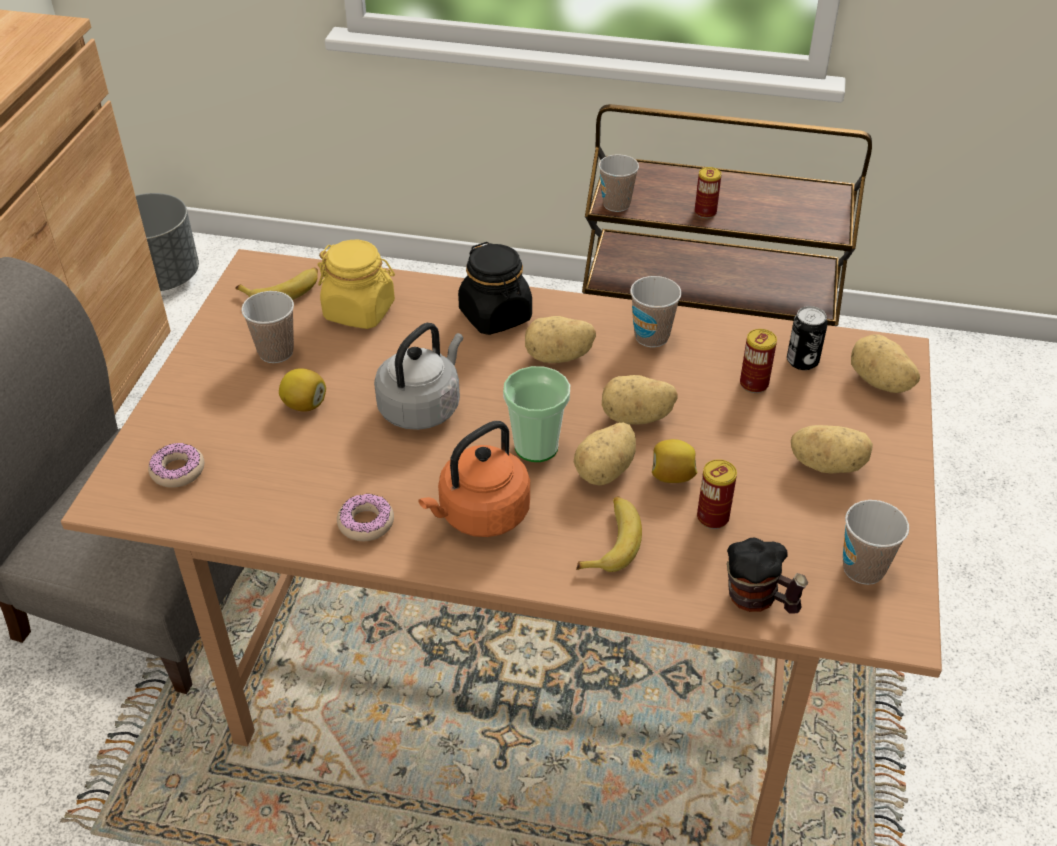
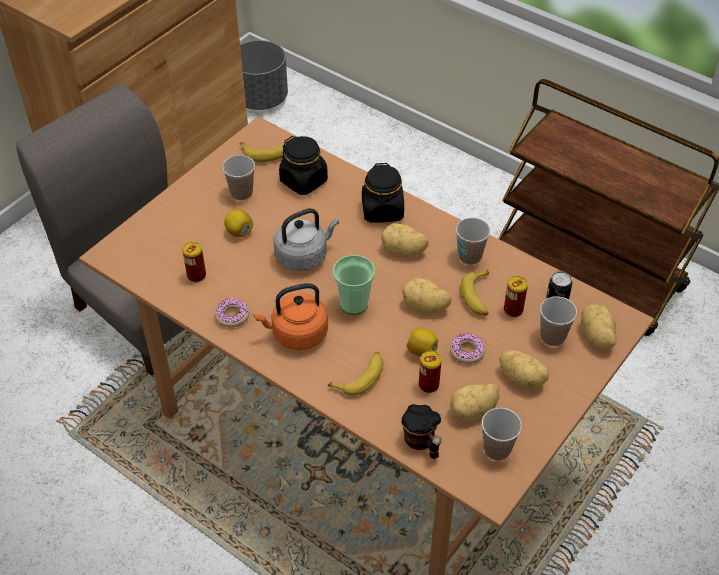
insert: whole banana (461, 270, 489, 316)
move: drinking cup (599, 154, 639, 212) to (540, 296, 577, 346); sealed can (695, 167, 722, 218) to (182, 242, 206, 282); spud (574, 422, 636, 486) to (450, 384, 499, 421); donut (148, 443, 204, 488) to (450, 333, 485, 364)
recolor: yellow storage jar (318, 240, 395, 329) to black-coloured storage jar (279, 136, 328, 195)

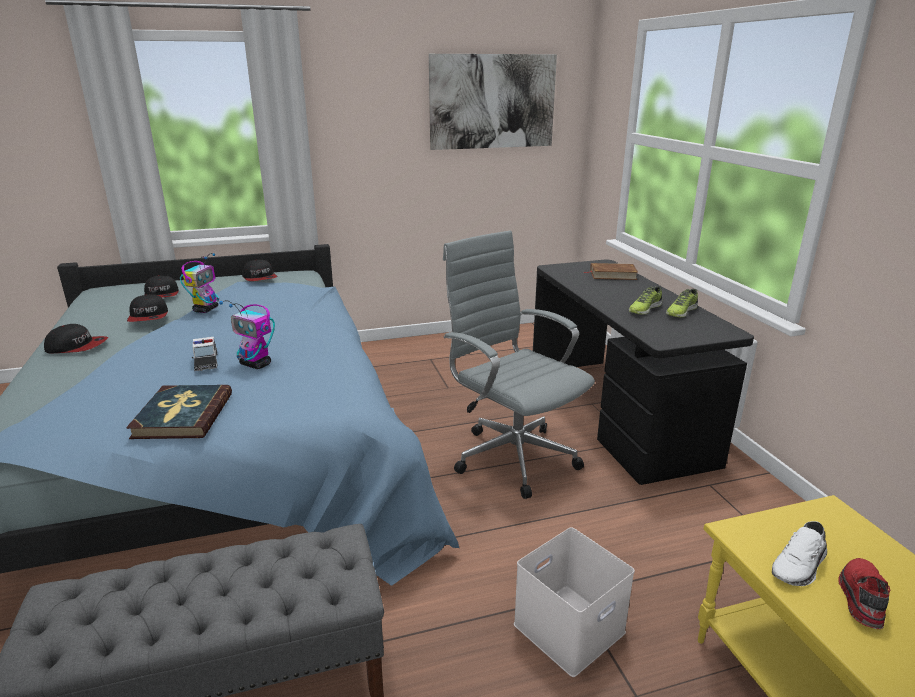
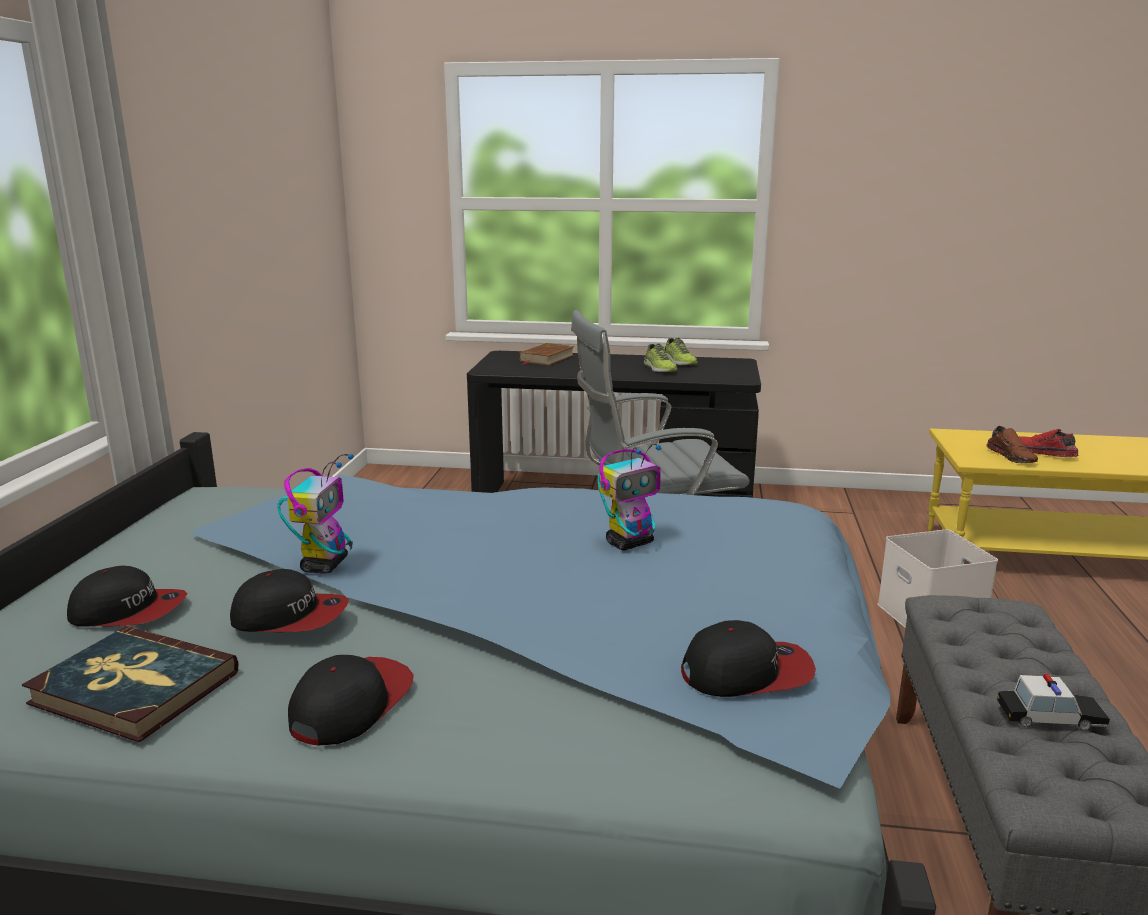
delete: picture (429, 54, 557, 150)
move: peaked cap (242, 259, 278, 281) to (681, 620, 816, 697); miniature car (192, 337, 217, 371) to (997, 674, 1110, 730); book (126, 385, 232, 439) to (22, 626, 238, 743)
recolor: white-coloured item of footwear (772, 521, 827, 586) to brown item of footwear (987, 426, 1038, 463)
rotate: model robot (180, 253, 219, 313) = (277, 454, 354, 574) 60 degrees clockwise

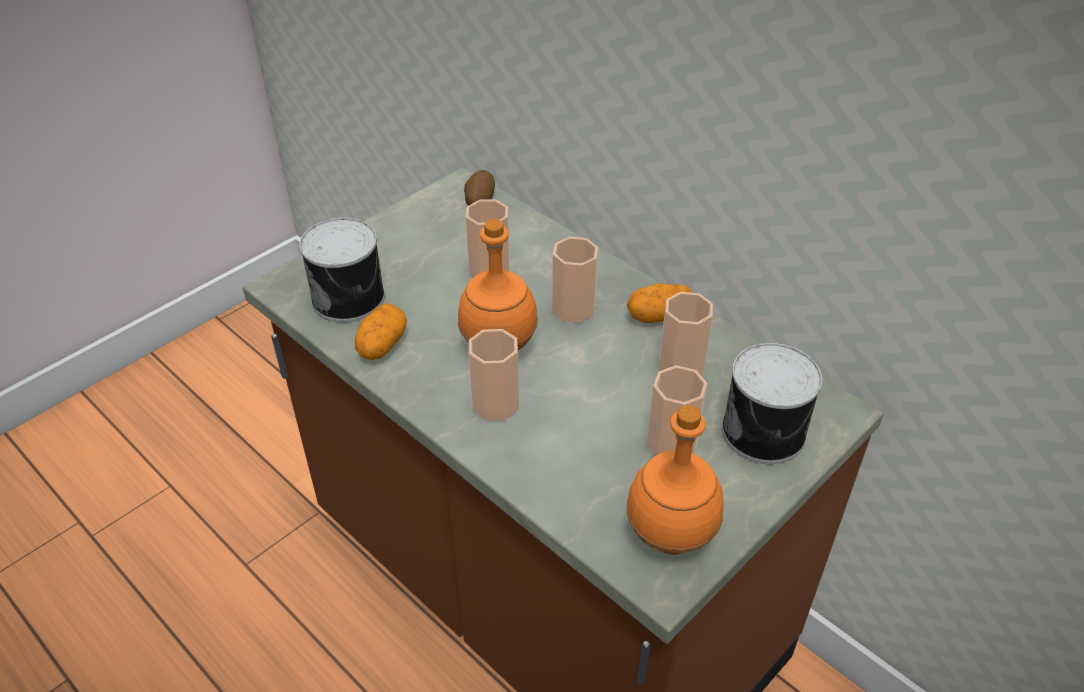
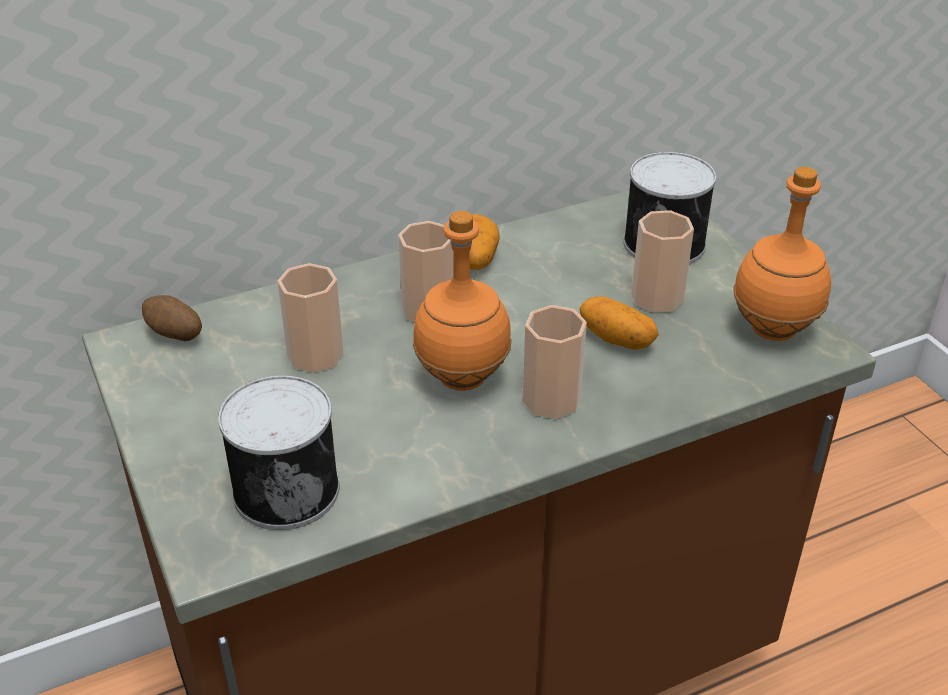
delete: drinking cup (659, 292, 713, 375)
move: spud (355, 303, 407, 360) to (580, 296, 659, 350)

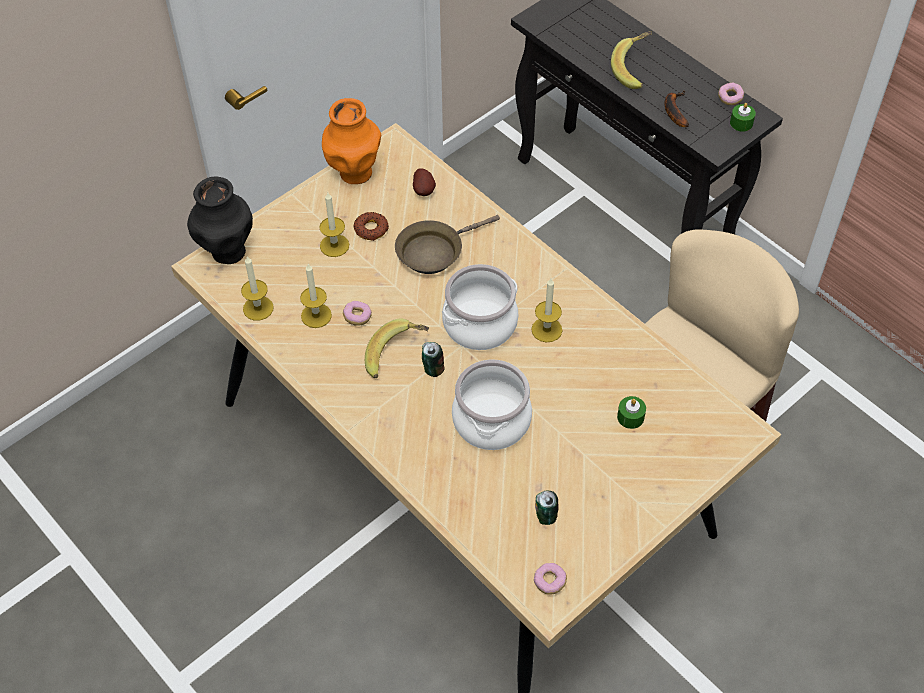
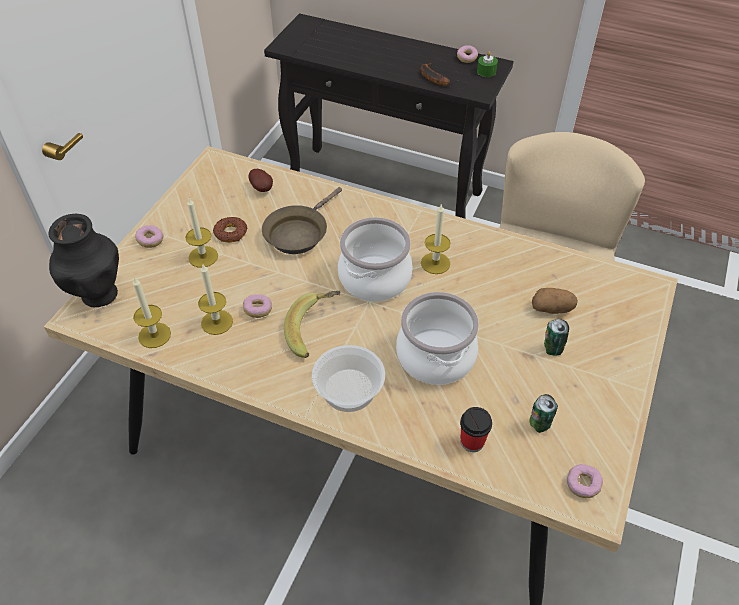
delete: whole banana (611, 31, 652, 89); orange-coloured vase (322, 98, 381, 184)
insert: donut (135, 225, 163, 248); bowl (312, 345, 385, 412); drinking cup (460, 407, 492, 452)
move: sealed can (422, 342, 445, 377) to (544, 319, 569, 356)
replace: green candle (617, 396, 646, 429) to spud (532, 288, 578, 314)

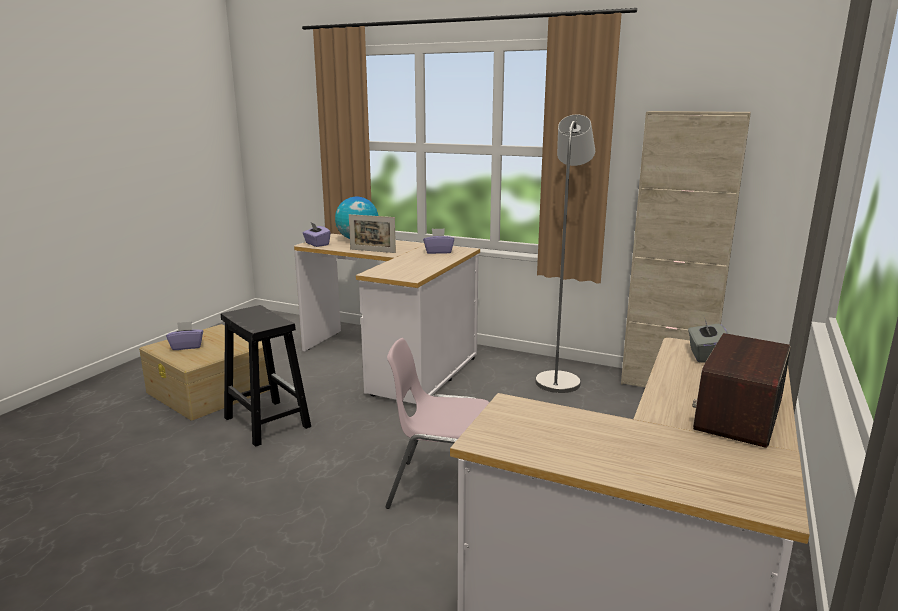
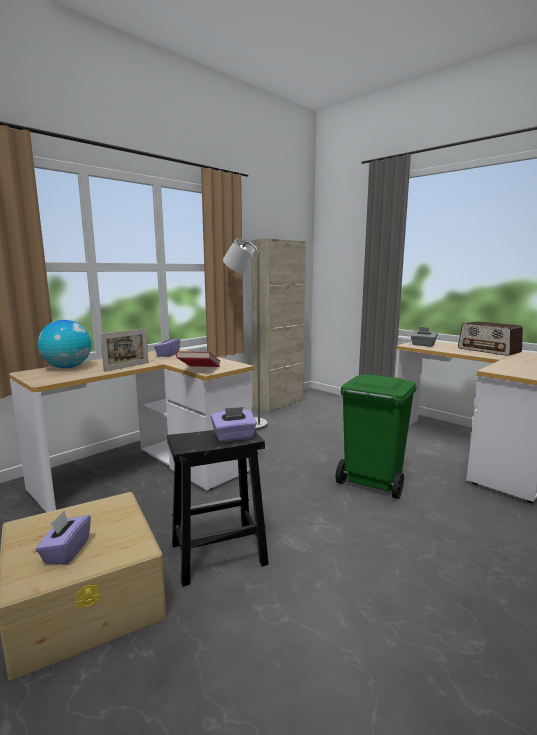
insert: red-coloured book (176, 351, 220, 367)
move: purplish box of tissues (302, 223, 331, 247) to (211, 407, 257, 442)
replace: pink upright chair (385, 338, 490, 509) to green waste bin (336, 374, 417, 499)

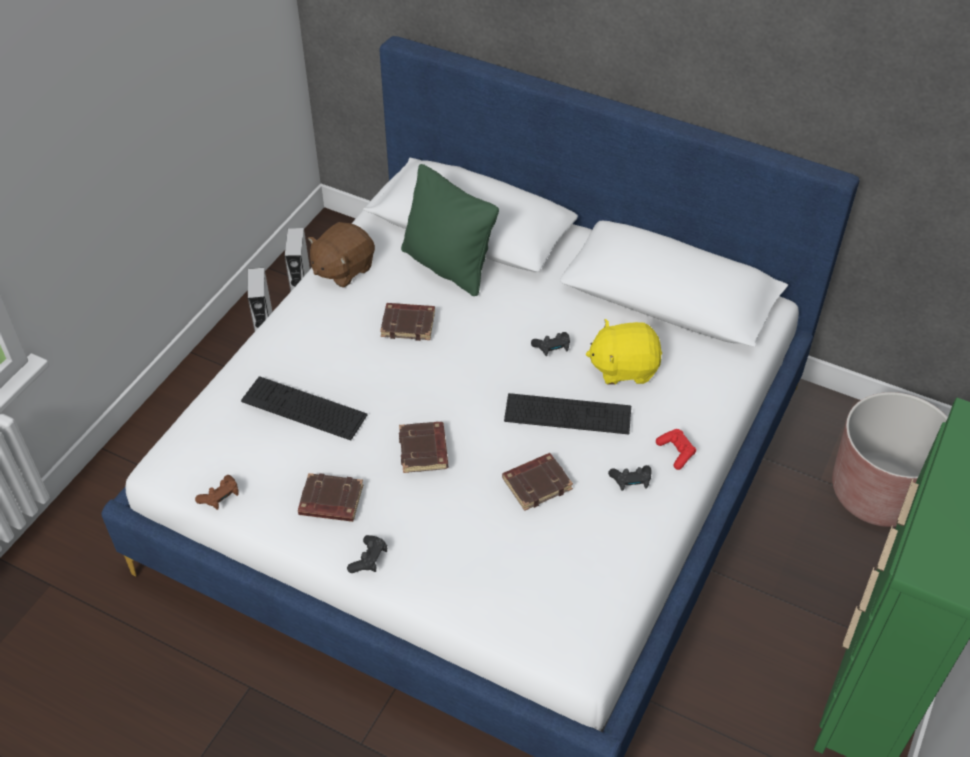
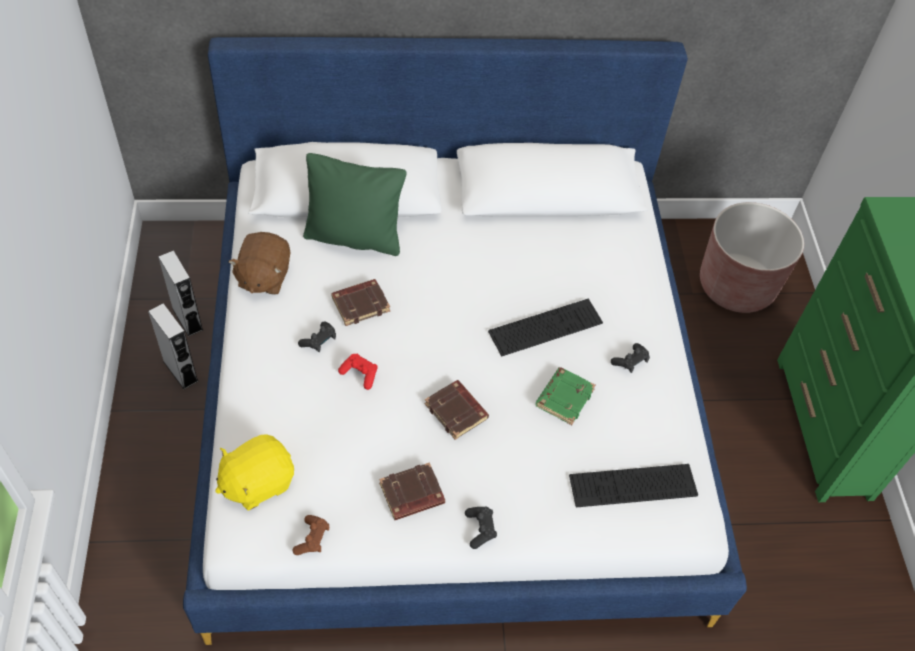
move: yellow soft toy (586, 319, 662, 384) to (215, 435, 294, 510); black-coloured game controller (531, 332, 570, 356) to (298, 321, 336, 352); PC keyboard (241, 376, 367, 440) to (569, 464, 698, 507); red-coloured game controller (656, 429, 696, 470) to (338, 354, 378, 390)
recolor: brown book (502, 453, 573, 511) to green book (535, 367, 595, 425)

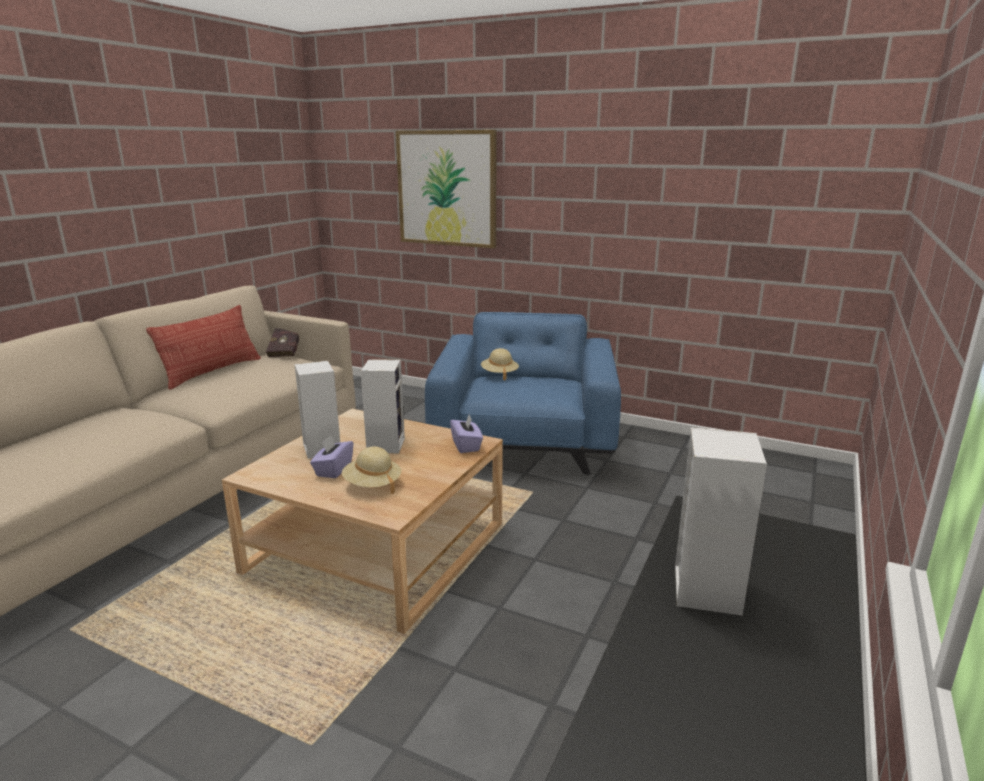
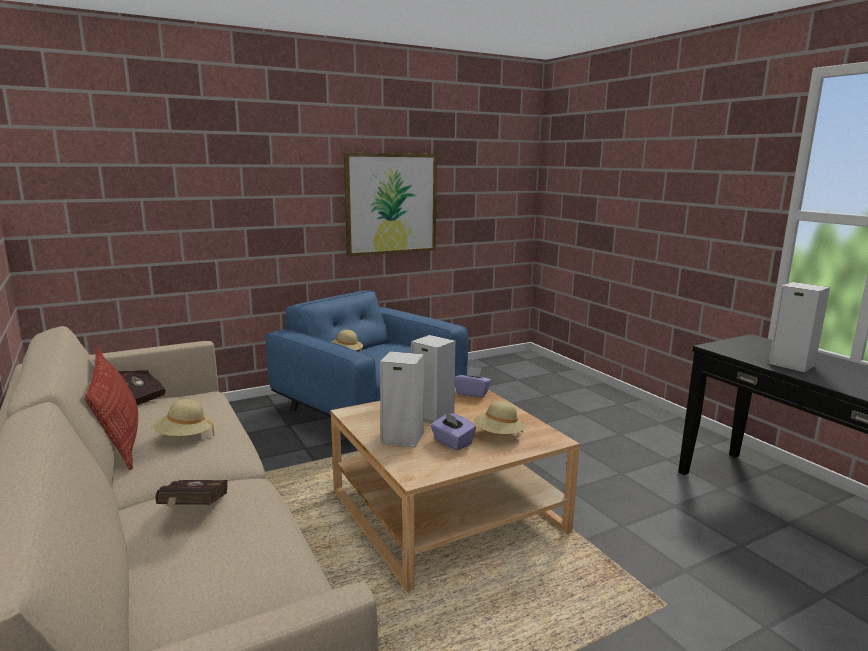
insert: beige wearable hat (153, 399, 214, 436); red-coloured book (155, 480, 228, 507)
move: picture (396, 130, 496, 248) to (344, 153, 437, 256)

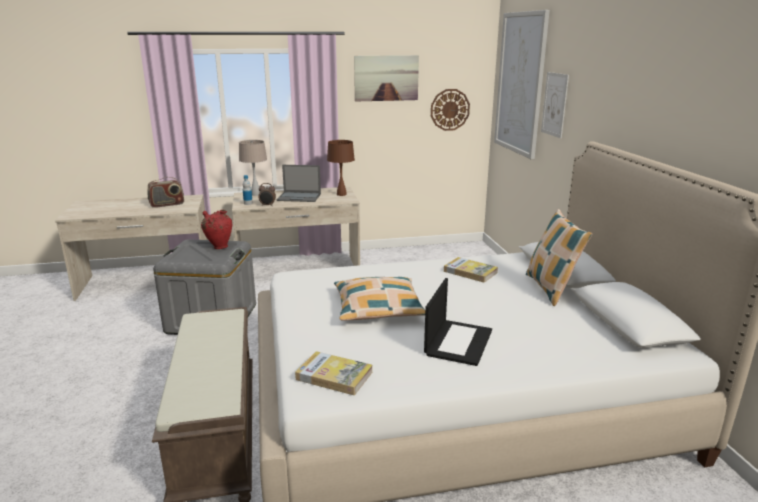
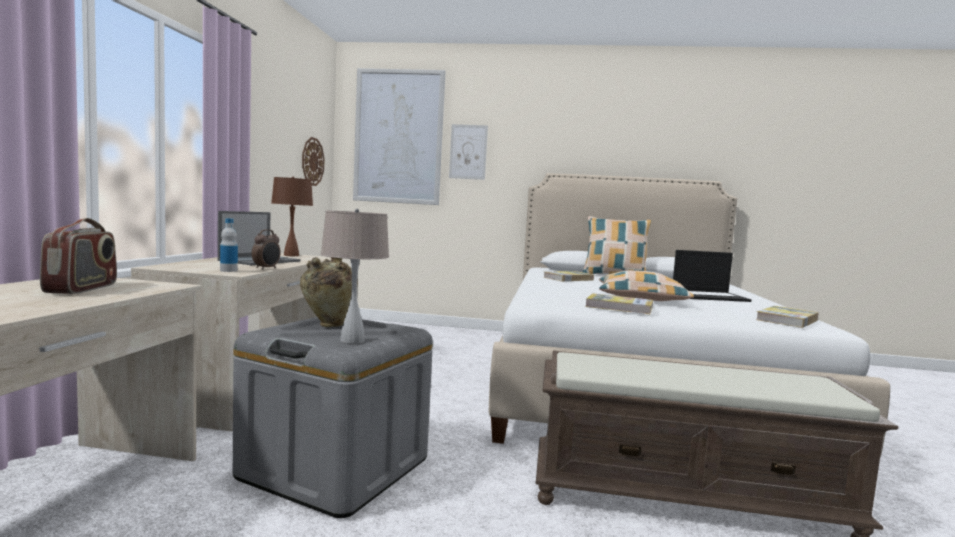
delete: picture (354, 55, 419, 102)
insert: book (586, 293, 653, 314)
move: beige tabletop lamp (239, 140, 267, 196) to (321, 209, 389, 343)
recolor: red-coloured vase (201, 210, 232, 249) to beige vase (300, 257, 358, 327)
rotate: notebook computer (424, 278, 492, 366) = (673, 250, 751, 302) 135 degrees clockwise

